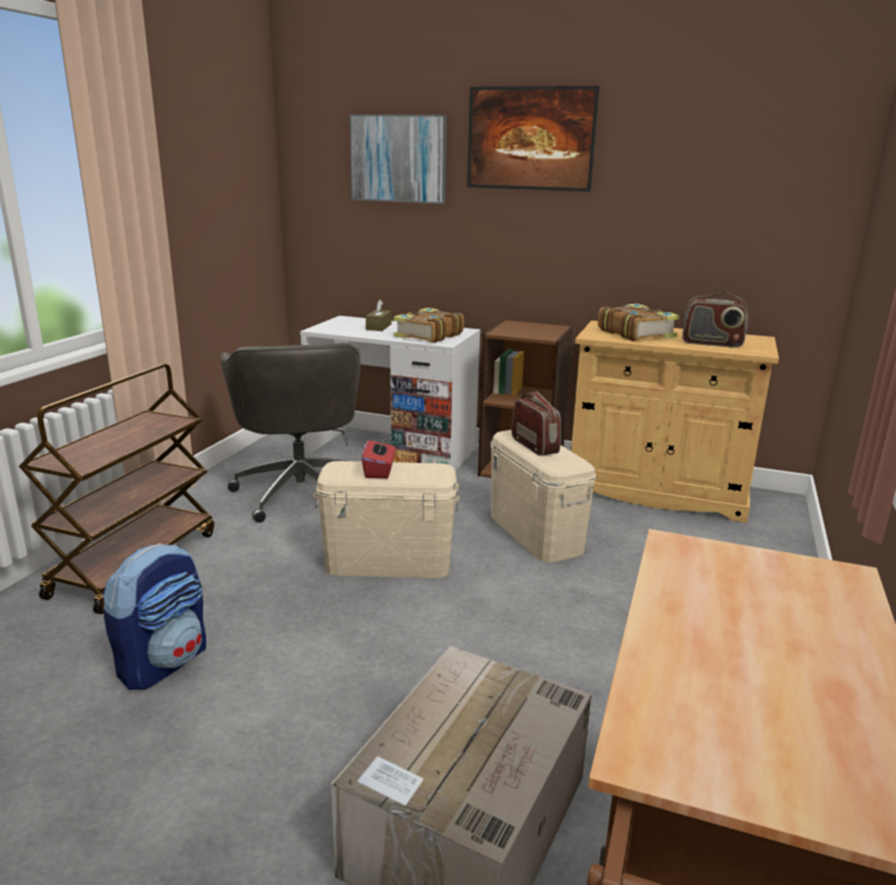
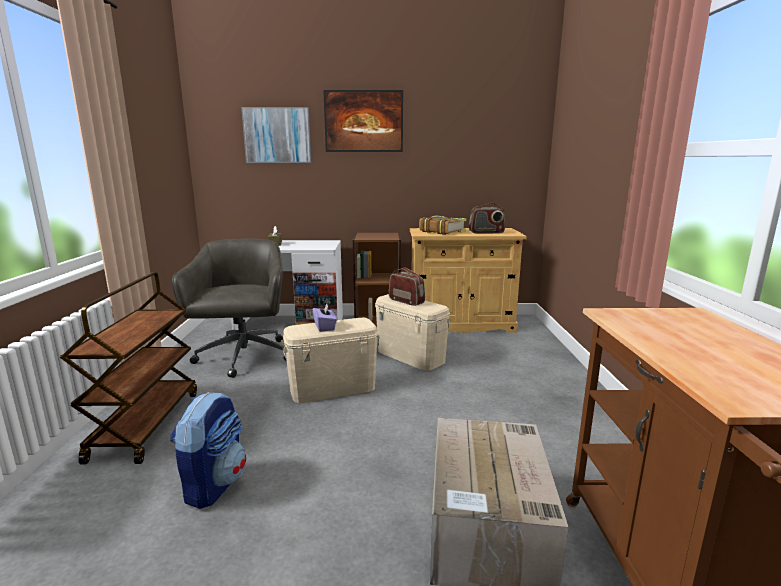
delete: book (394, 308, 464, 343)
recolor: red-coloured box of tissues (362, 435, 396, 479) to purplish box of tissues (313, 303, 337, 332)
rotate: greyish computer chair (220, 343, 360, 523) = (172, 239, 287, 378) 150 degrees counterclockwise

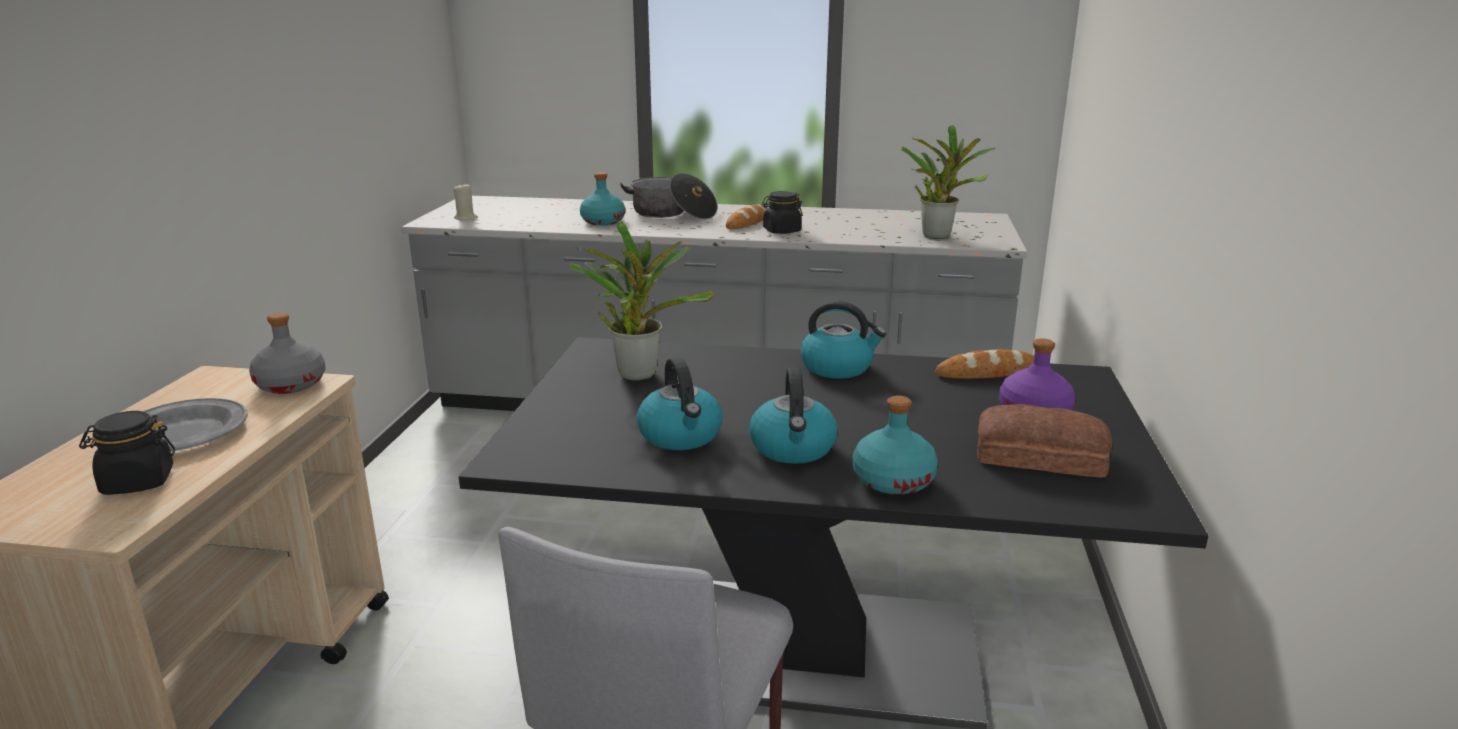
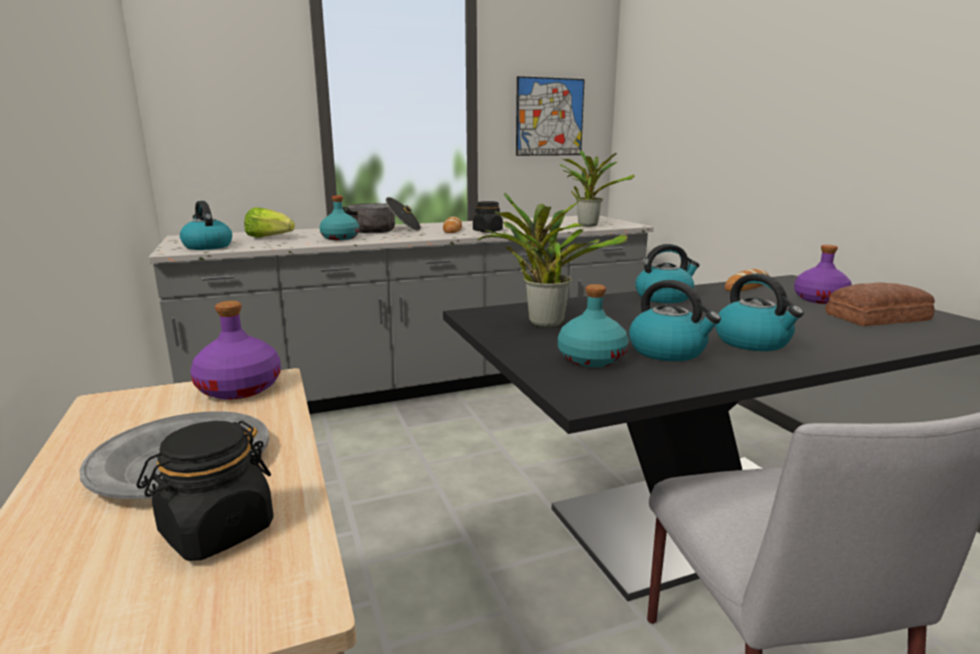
insert: picture (516, 76, 585, 156); lettuce head (244, 207, 295, 238)
move: turquoise drink bottle (853, 395, 938, 495) to (558, 284, 629, 367)
replace: beige candle (453, 185, 478, 220) to water kettle (180, 201, 232, 250)
recolor: greyish drink bottle (249, 312, 325, 394) to purplish drink bottle (190, 301, 281, 400)

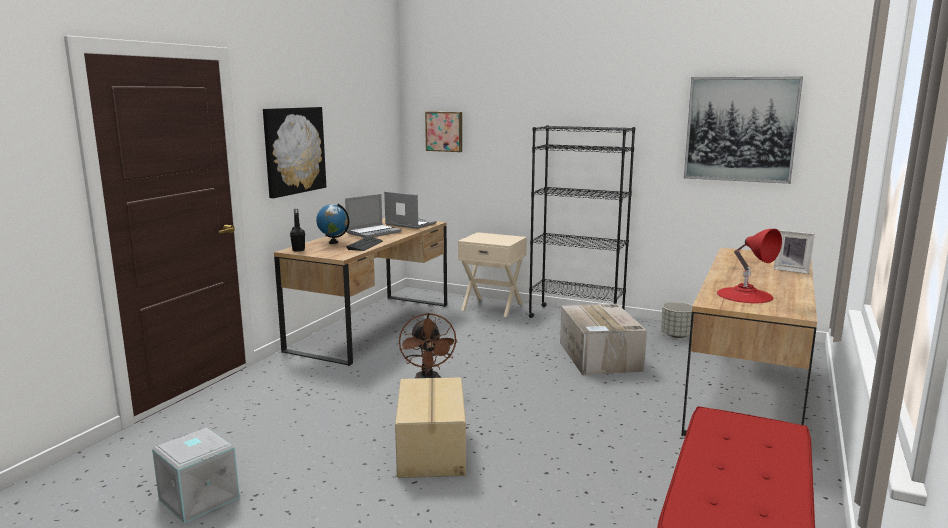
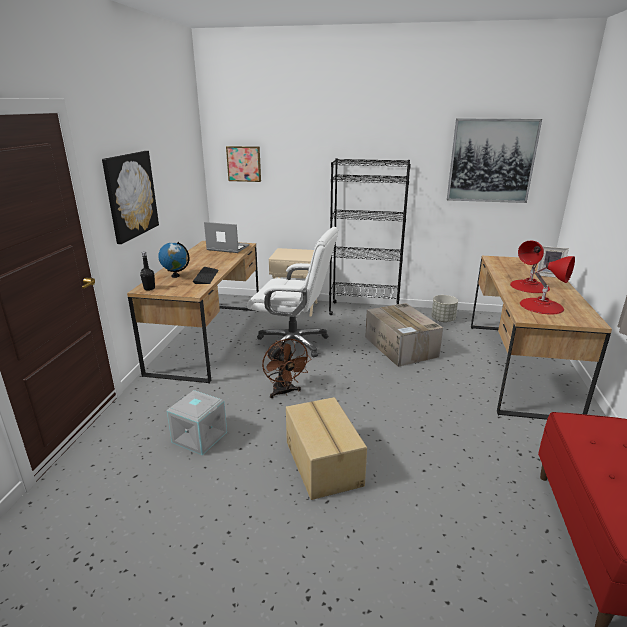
delete: notebook computer (345, 194, 401, 238)
insert: white-coloured computer chair (247, 227, 338, 357); red-coloured tabletop lamp (510, 241, 550, 293)
move: greyish storage bin (152, 428, 240, 523) to (166, 390, 227, 455)

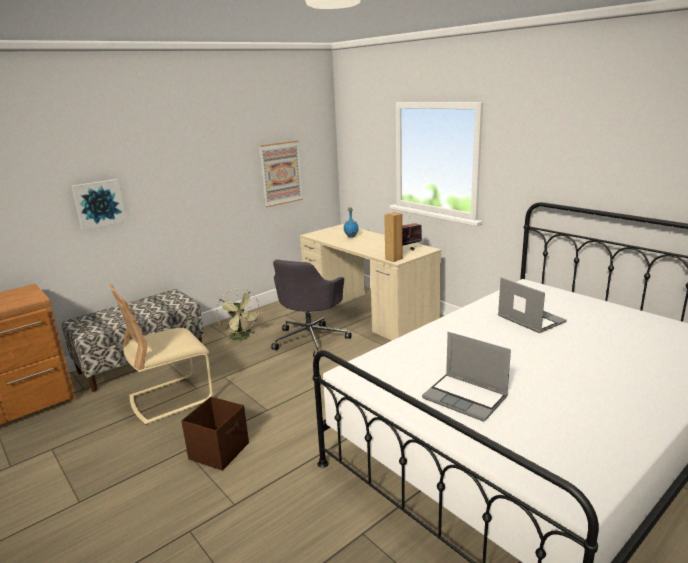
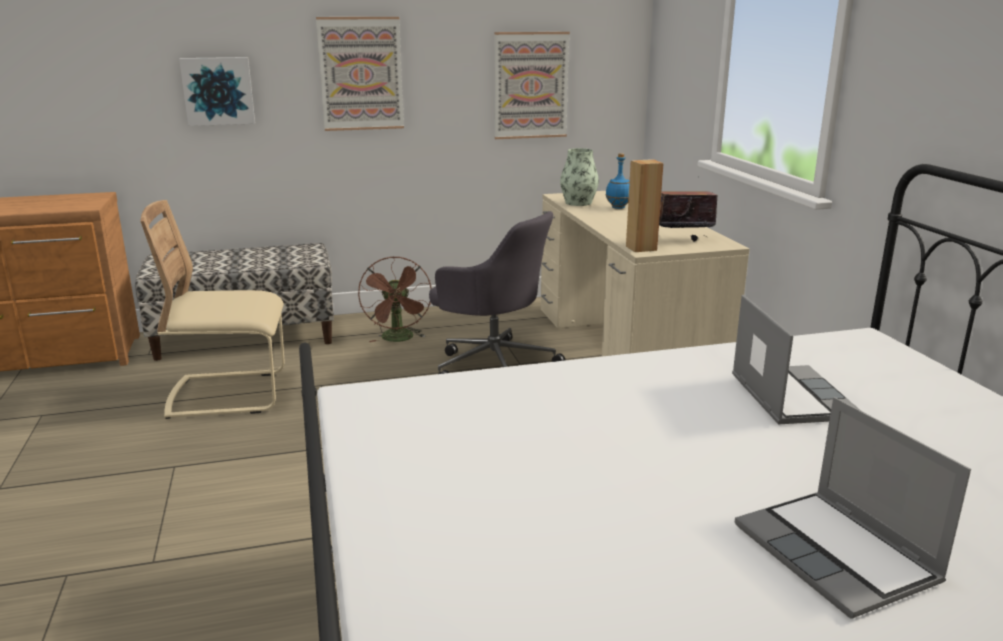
delete: brown storage bin (181, 397, 249, 470)
insert: picture (316, 17, 404, 131); vase (560, 148, 599, 206)
move: notebook computer (422, 332, 511, 421) to (735, 397, 971, 619)
recolor: green cooling fan (216, 288, 260, 344) to brown cooling fan (358, 256, 432, 342)
rotate: greyish computer chair (271, 259, 352, 357) = (429, 211, 565, 374) 105 degrees counterclockwise

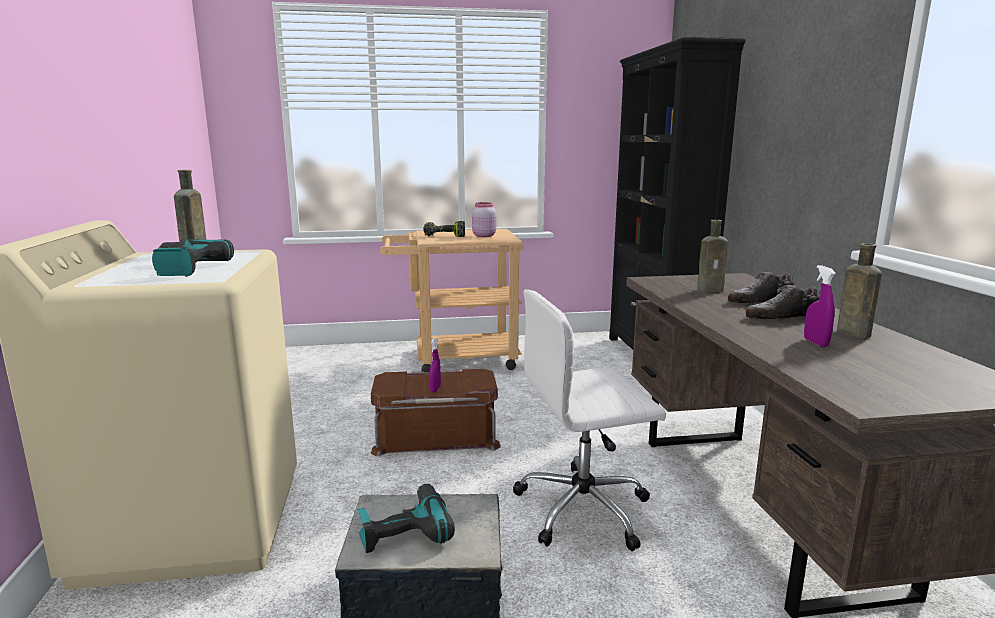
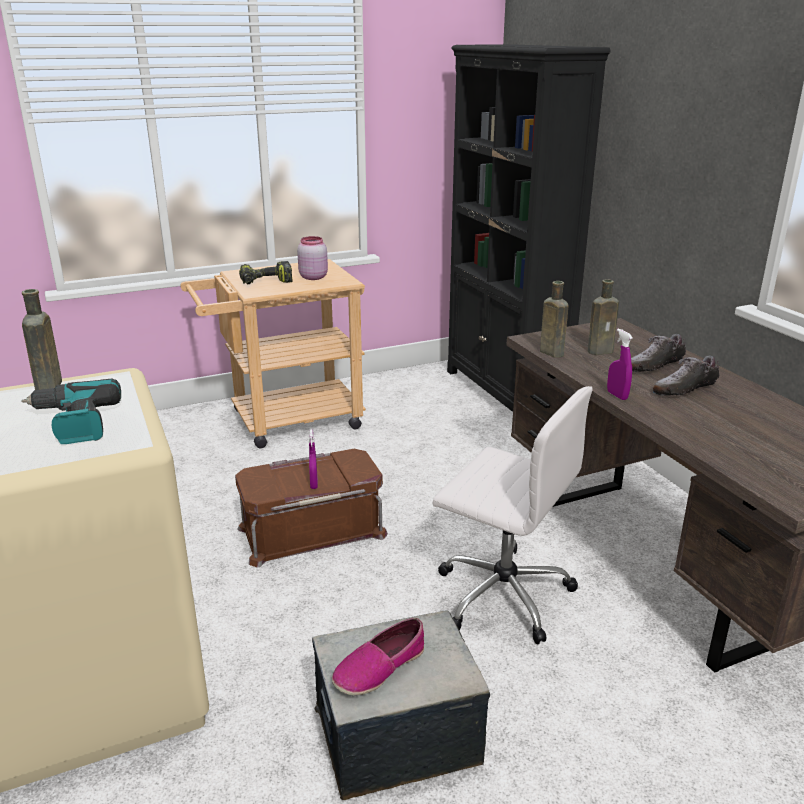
move: brown drink bottle (837, 243, 882, 338) to (540, 281, 568, 358); purplish sprayer (804, 265, 836, 347) to (607, 329, 633, 400)
replace: drill (357, 484, 455, 553) to item of footwear (332, 618, 424, 695)
rotate: white-coloured computer chair (513, 289, 666, 551) = (433, 386, 593, 644) 120 degrees counterclockwise

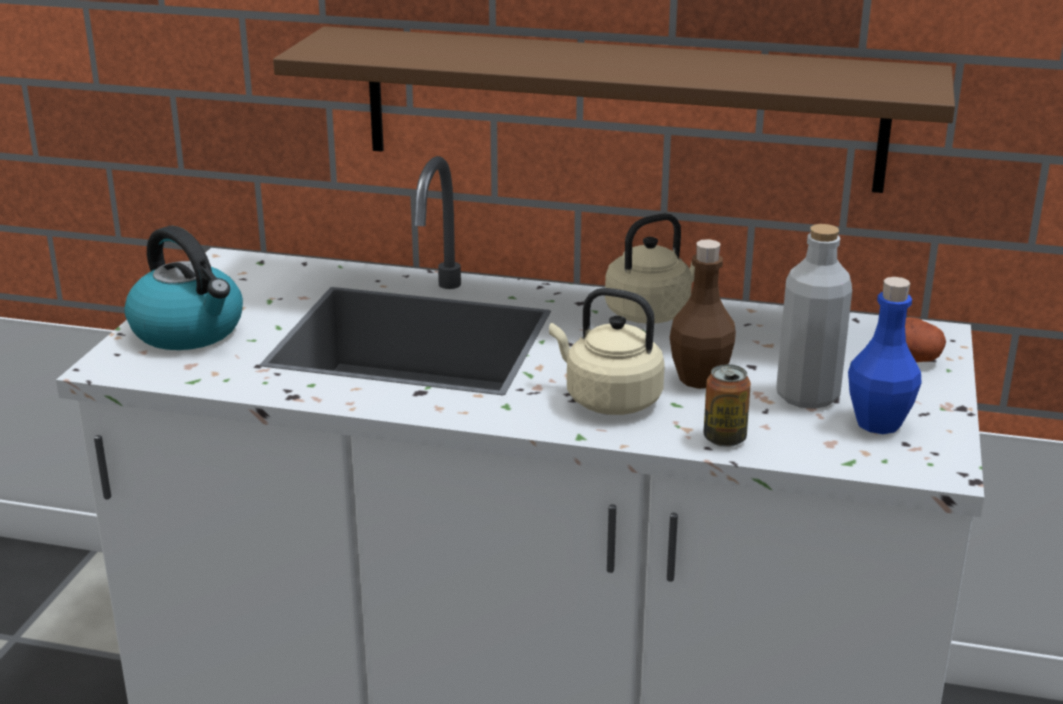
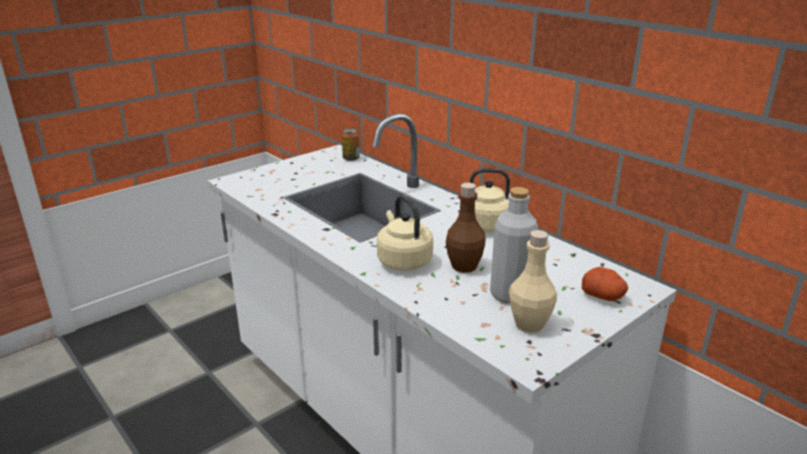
delete: brown shelf (273, 26, 955, 193); water kettle (124, 226, 243, 350)
move: sealed can (704, 364, 751, 447) to (342, 128, 360, 161)
recolor: blue-coloured drink bottle (848, 277, 922, 434) to beige drink bottle (509, 230, 557, 333)

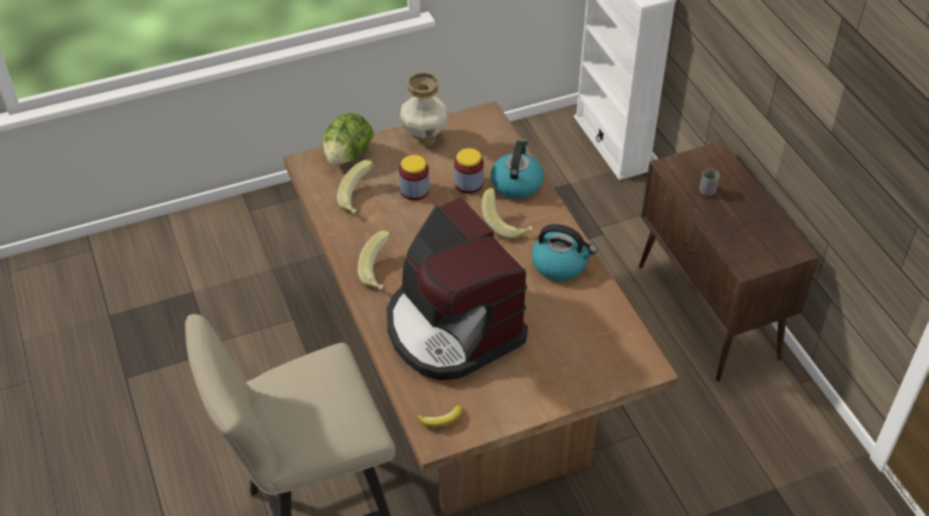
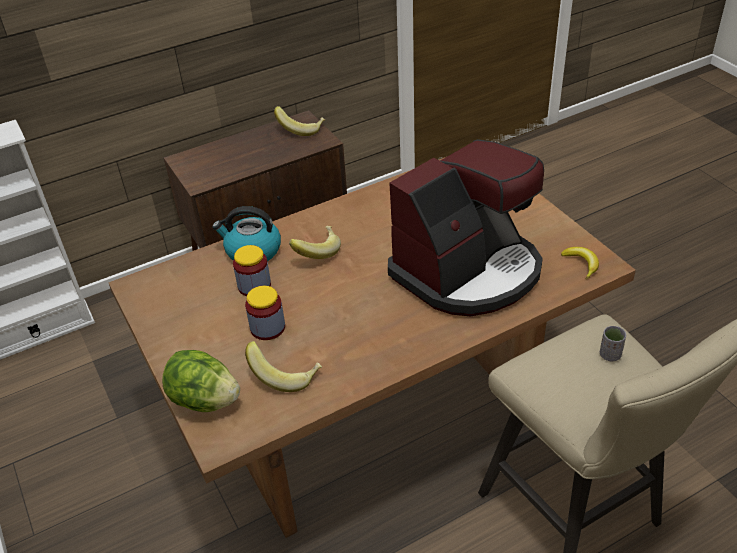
delete: vase (400, 72, 448, 146); water kettle (532, 224, 597, 281)
move: greyish drinking cup (699, 168, 720, 196) to (600, 326, 626, 361); whole banana (358, 230, 392, 290) to (274, 106, 325, 136)

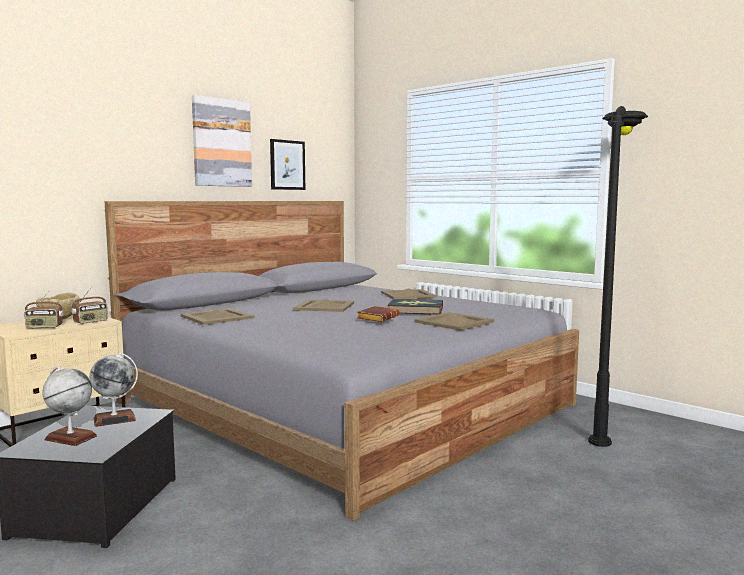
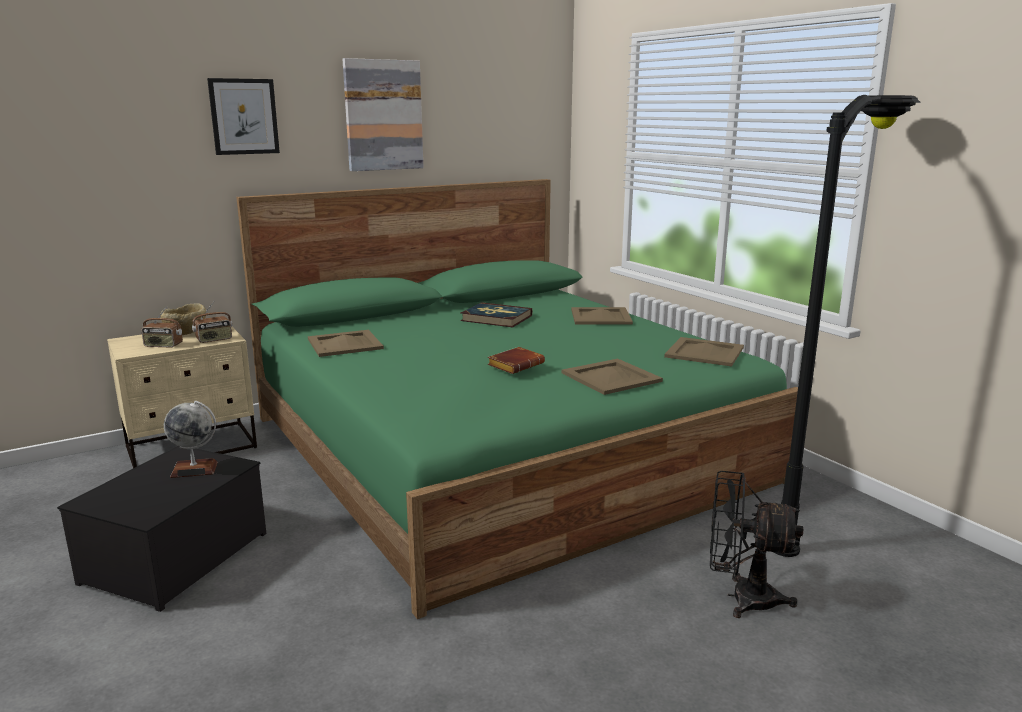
delete: globe (43, 366, 97, 446)
insert: black-coloured cooling fan (710, 471, 803, 618)
move: picture (270, 139, 305, 190) to (207, 78, 280, 155); beige serving tray (293, 299, 354, 312) to (664, 337, 744, 366); book (387, 299, 443, 315) to (460, 302, 532, 327)
recolor: greyish bed (104, 201, 579, 520) to green bed (236, 179, 798, 619)

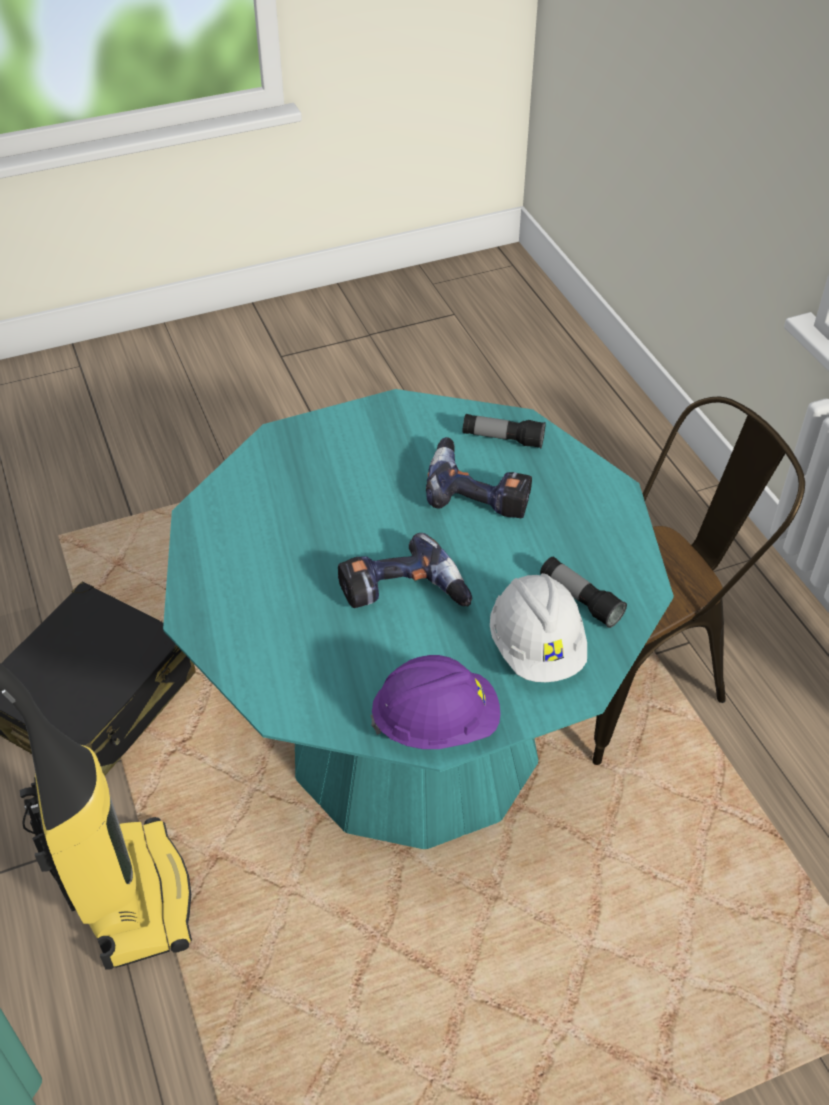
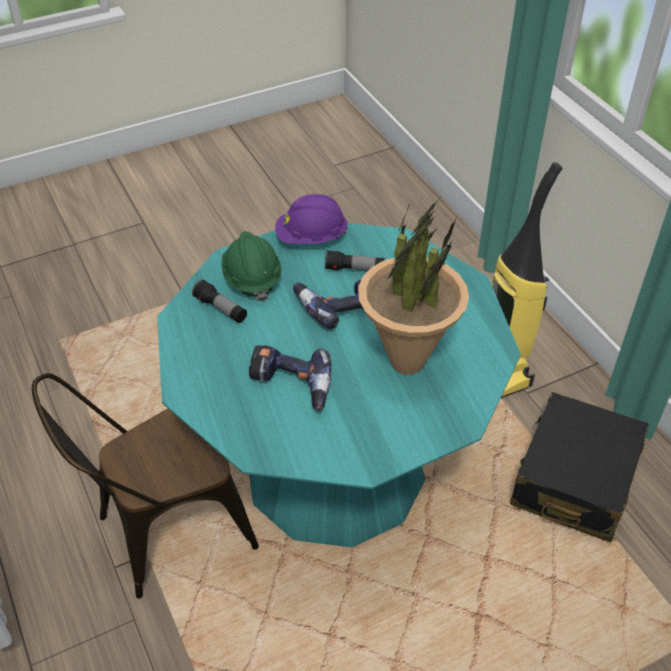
insert: houseplant (358, 198, 469, 375)
move: hand torch (463, 414, 546, 448) to (325, 250, 385, 271)
recolor: white-coloured work helmet (490, 573, 587, 682) to green work helmet (221, 231, 282, 301)

